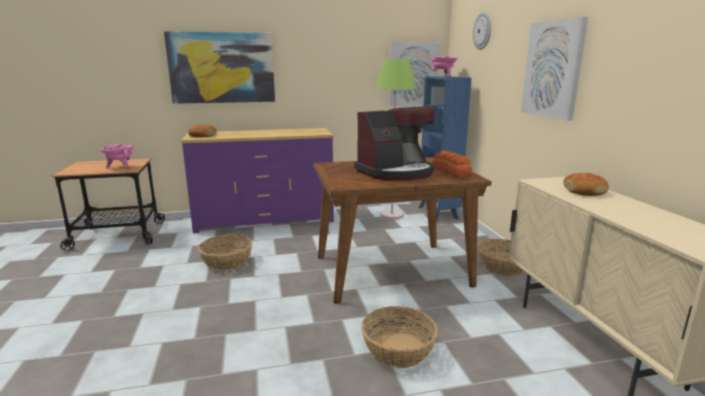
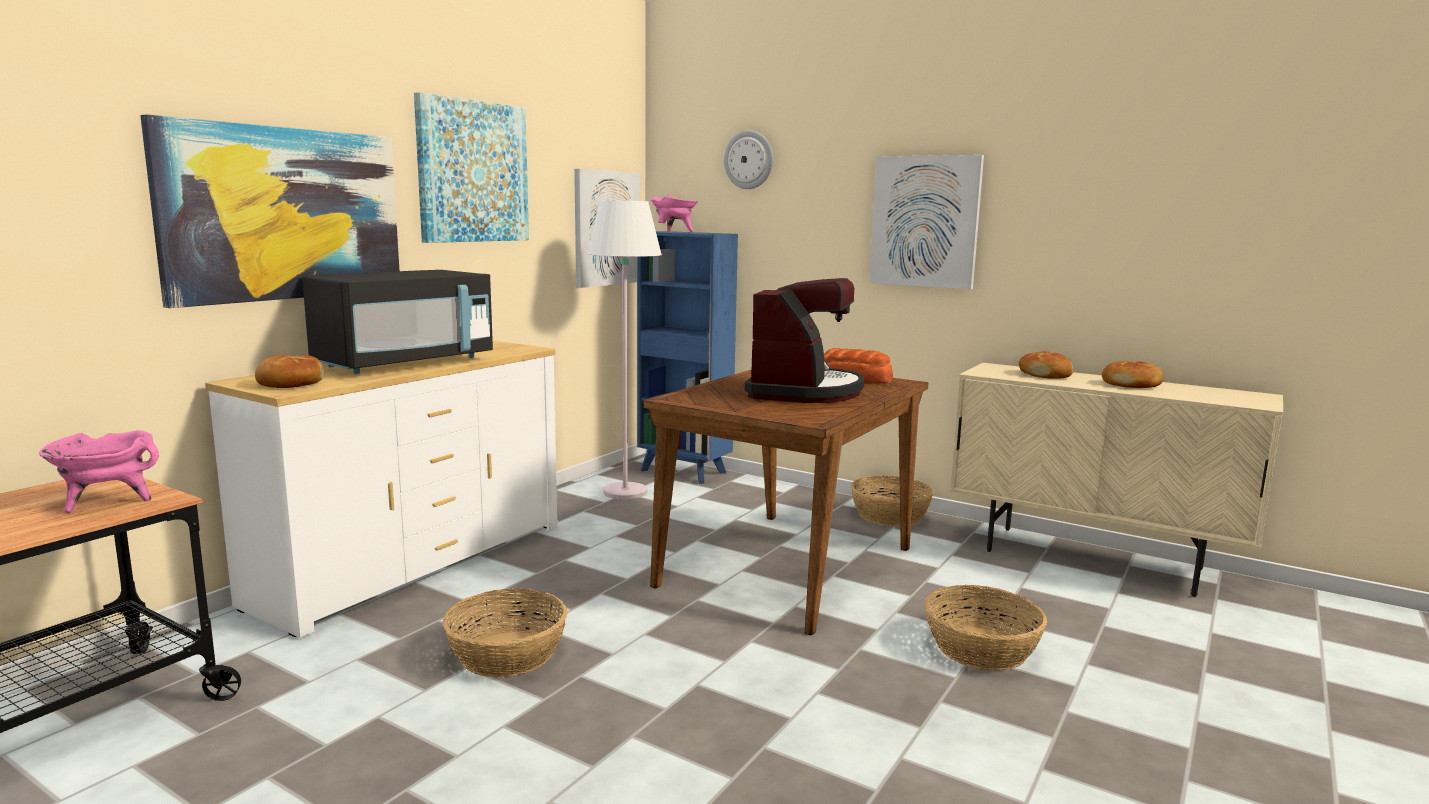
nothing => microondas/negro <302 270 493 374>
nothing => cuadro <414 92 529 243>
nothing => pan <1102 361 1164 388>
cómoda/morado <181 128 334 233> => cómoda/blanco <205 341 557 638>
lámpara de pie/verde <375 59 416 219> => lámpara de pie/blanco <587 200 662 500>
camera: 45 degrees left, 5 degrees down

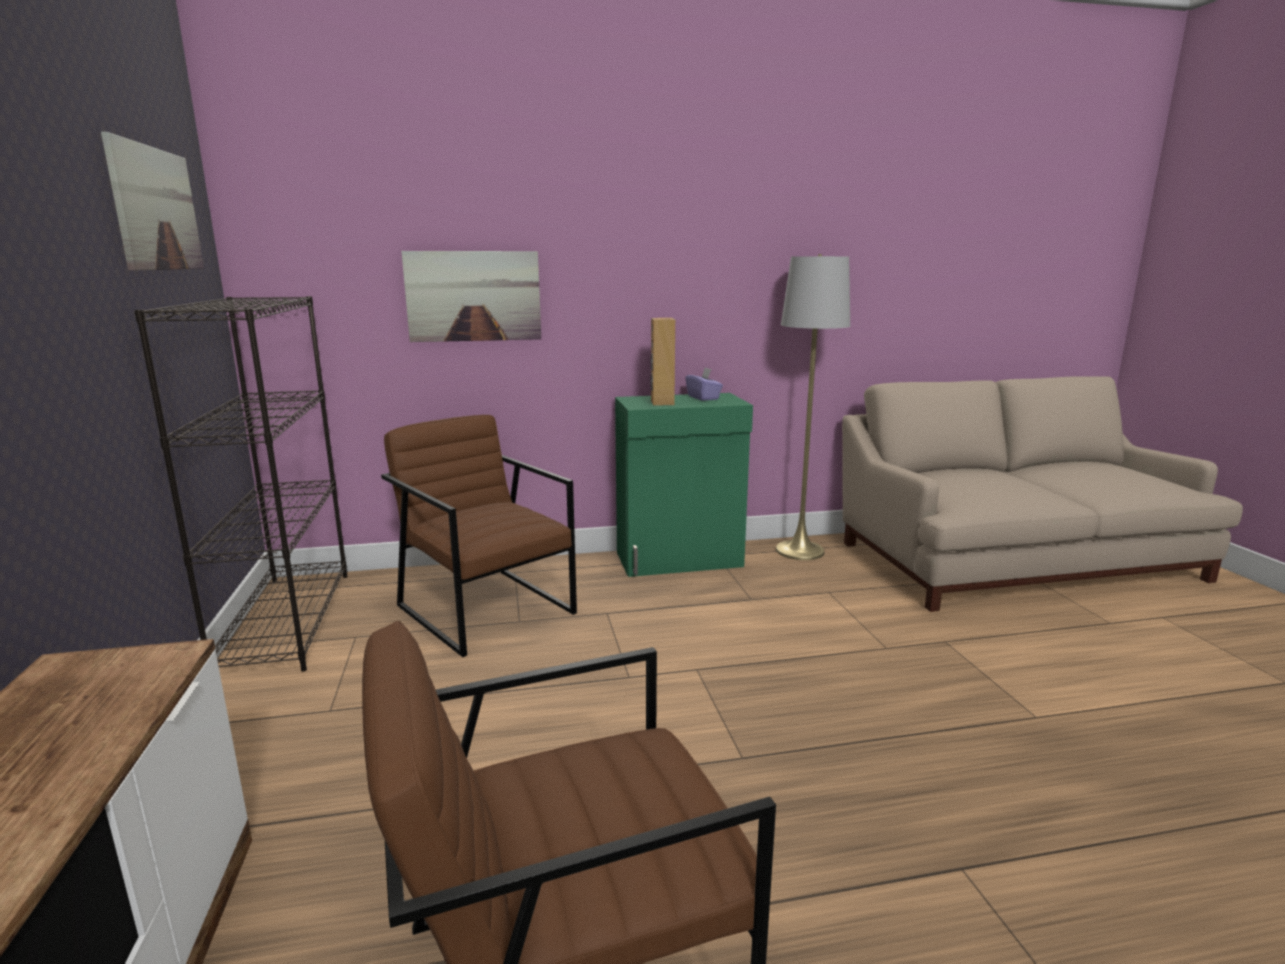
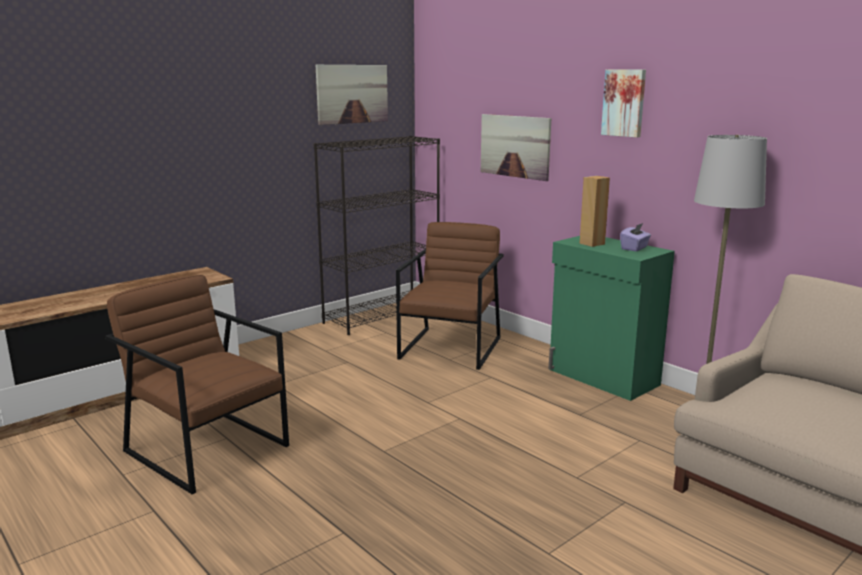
nothing => cuadro <601 70 646 138>
camera: 60 degrees right, 0 degrees up

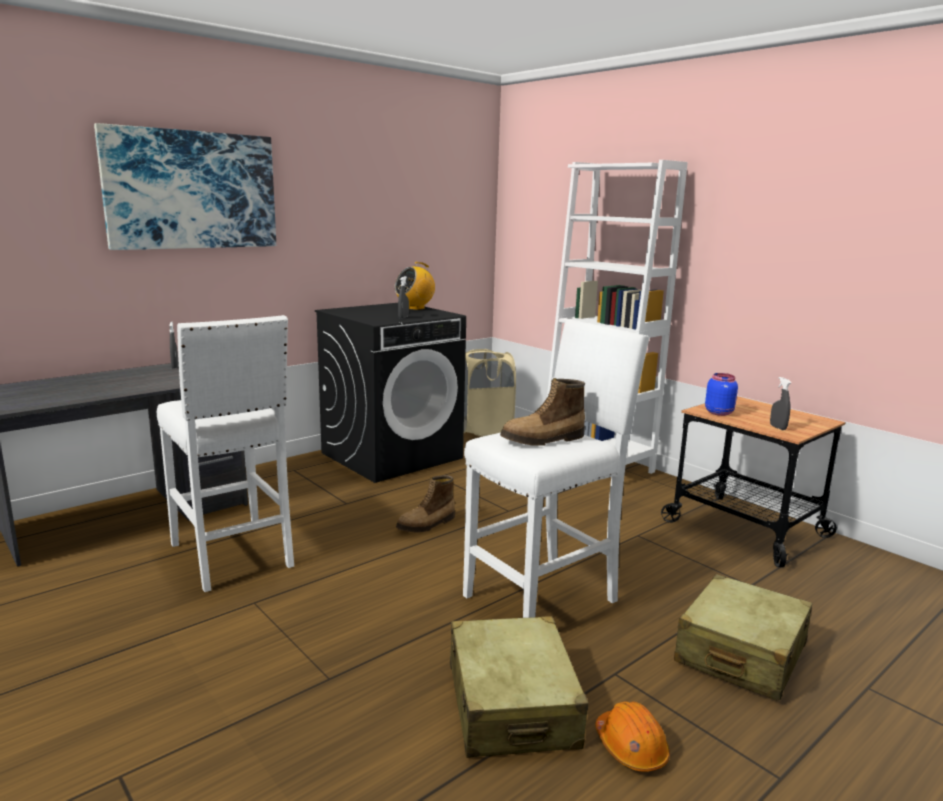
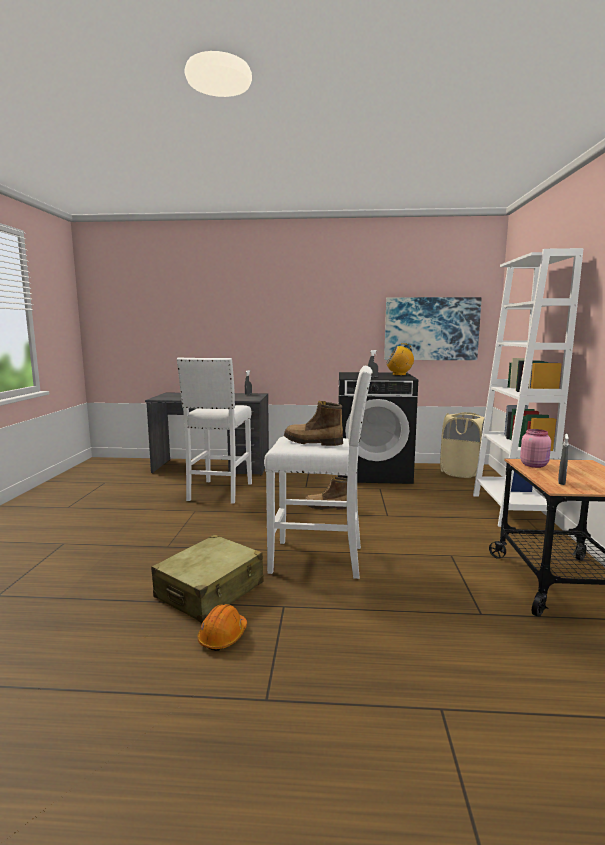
maleta/beis <674 574 812 701> => nothing
cuadro <94 123 276 250> => cuadro <384 297 482 360>, move
tarro/azul <705 373 738 416> => tarro/rosa <520 429 551 468>
camera: 45 degrees right, 5 degrees down

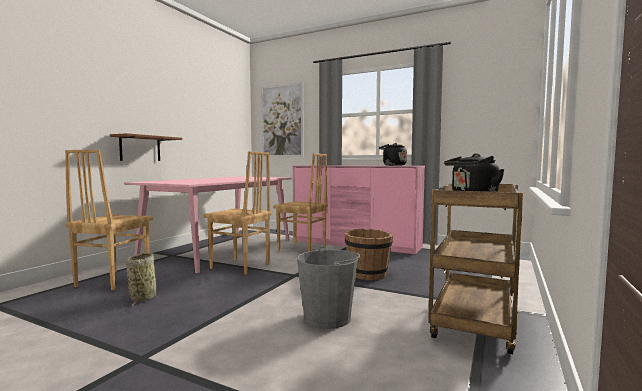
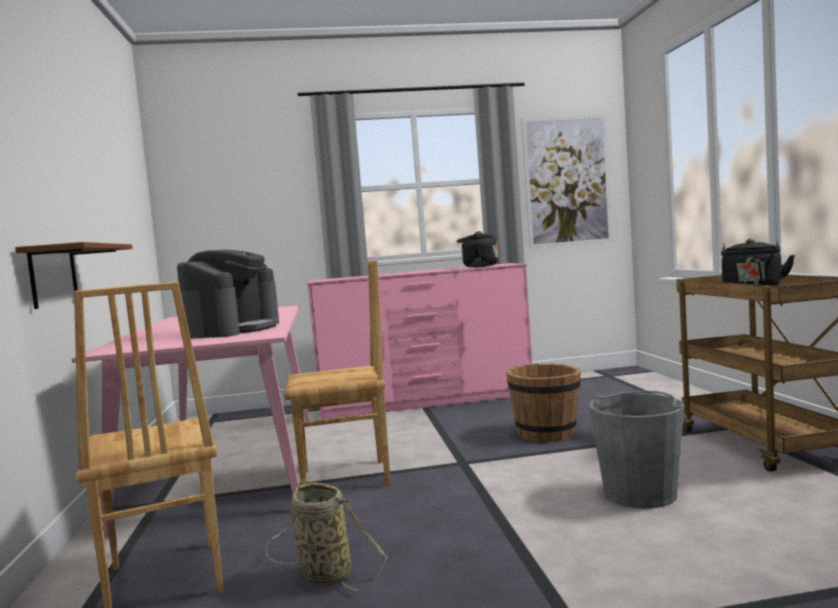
silla/marrón <273 154 328 252> => nothing
nothing => cafetera <177 250 279 338>
cuadro <261 82 304 157> => cuadro <521 114 613 249>, move
camera: 35 degrees left, 0 degrees up

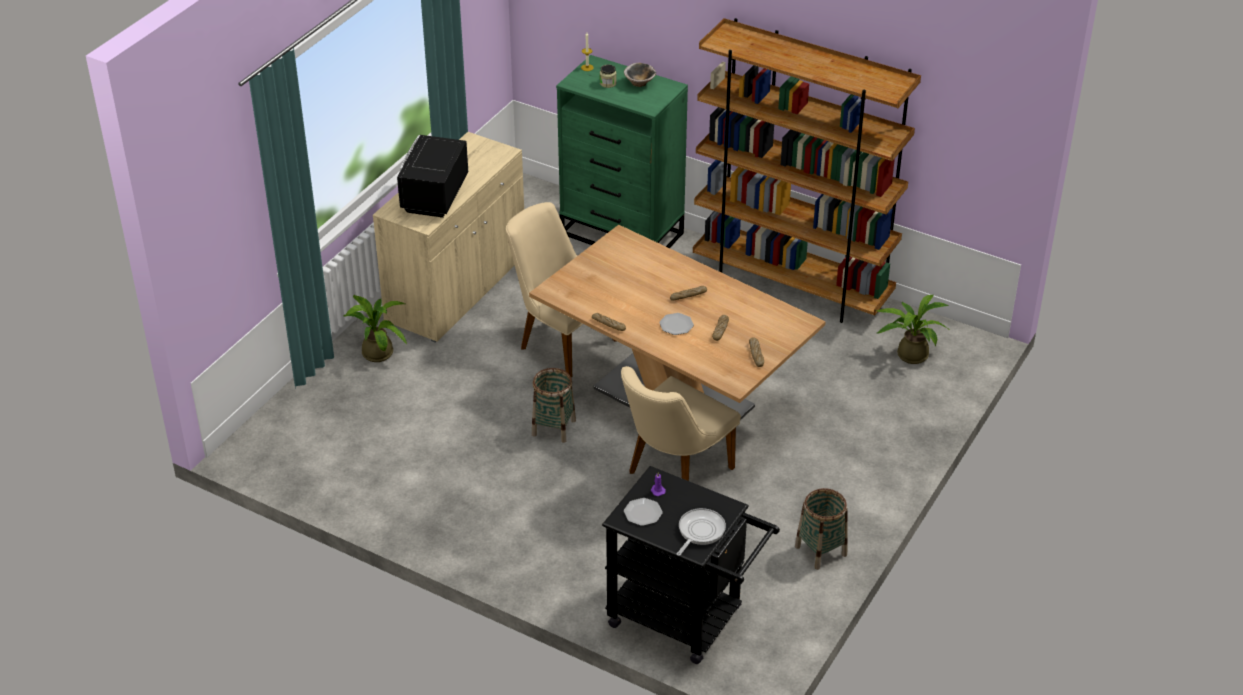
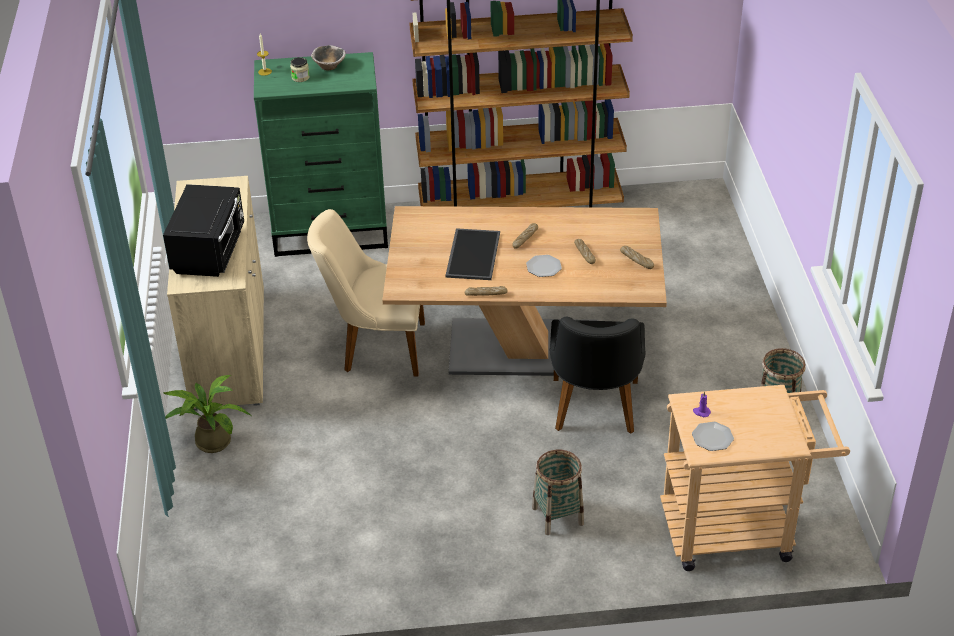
sartén <677 508 726 556> => nothing
planta en maceta <876 295 951 364> => nothing
nothing => bandeja <445 228 500 280>
cesta <532 368 576 443> => cesta <532 450 584 535>, move
carrito/negro <602 466 780 664> => carrito/beis <660 385 850 571>
silla/beis <621 366 741 481> => silla/negro <550 317 646 434>
microondas/negro <397 135 468 218> => microondas/negro <163 184 244 277>, 150 degrees counterclockwise
camera: 35 degrees left, 0 degrees up

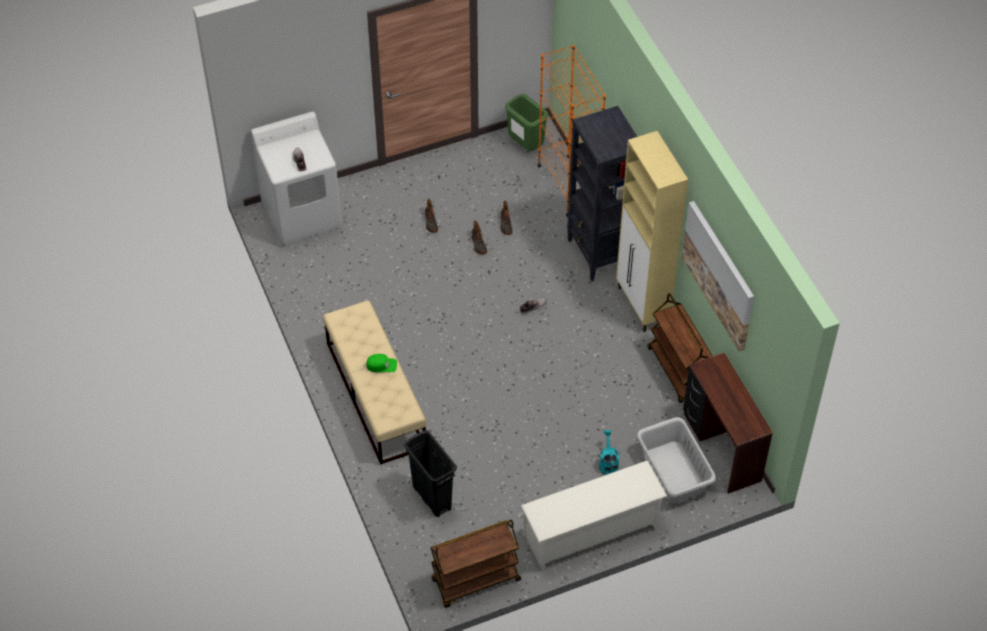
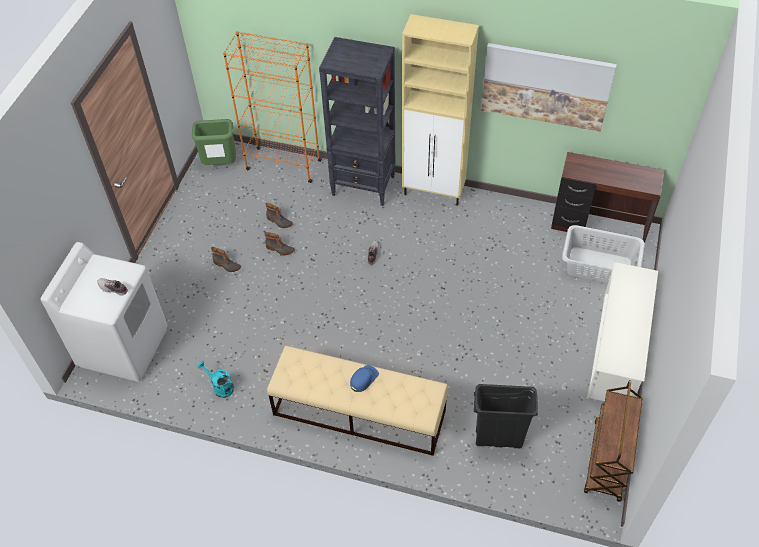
carrito/marrón <647 293 712 403> => nothing
regadera/turquesa <599 430 620 475> => regadera/turquesa <197 361 234 398>, move
gorra/verde <366 354 397 372> => gorra/azul <350 365 379 392>
camera: 50 degrees left, 0 degrees up

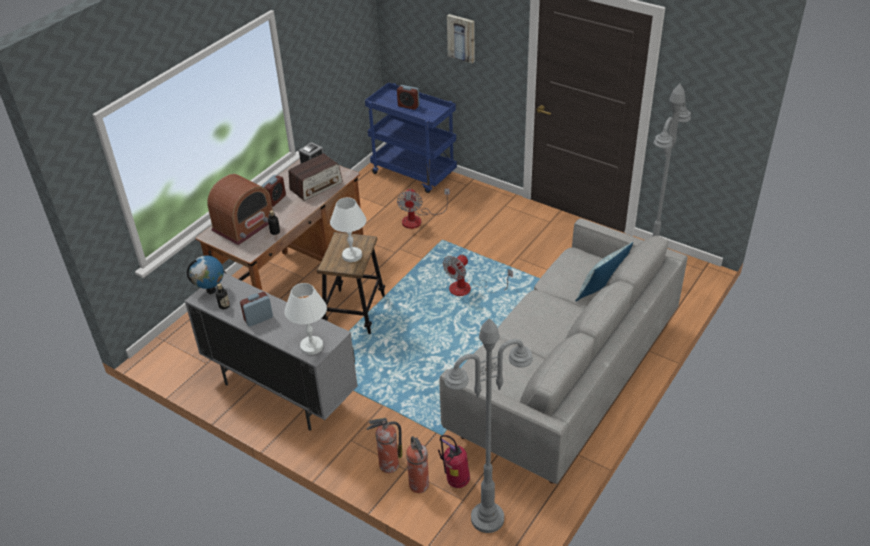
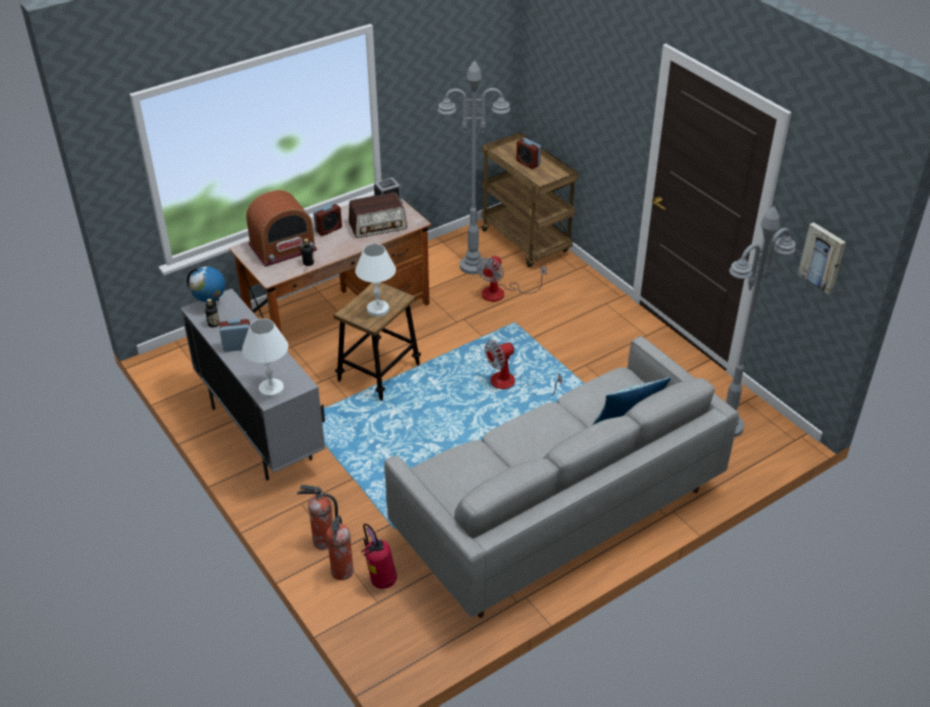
lámpara de pie/gris <444 318 533 533> => lámpara de pie/gris <438 60 510 274>, move
cuadro <447 14 475 64> => cuadro <798 222 846 295>, move
carrito/azul <365 82 457 193> => carrito/marrón <482 132 578 267>
camera: 20 degrees right, 0 degrees up

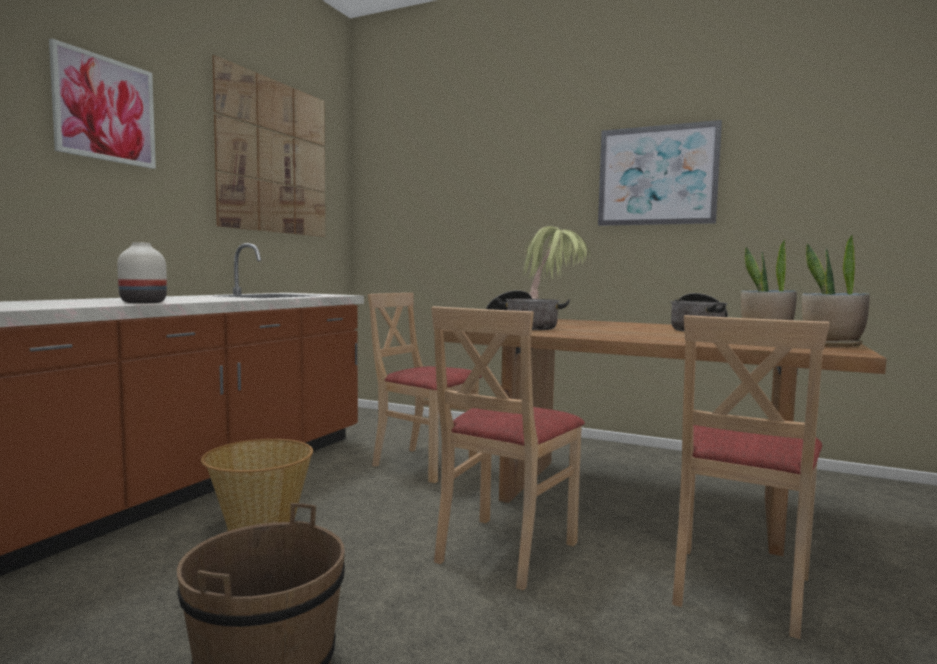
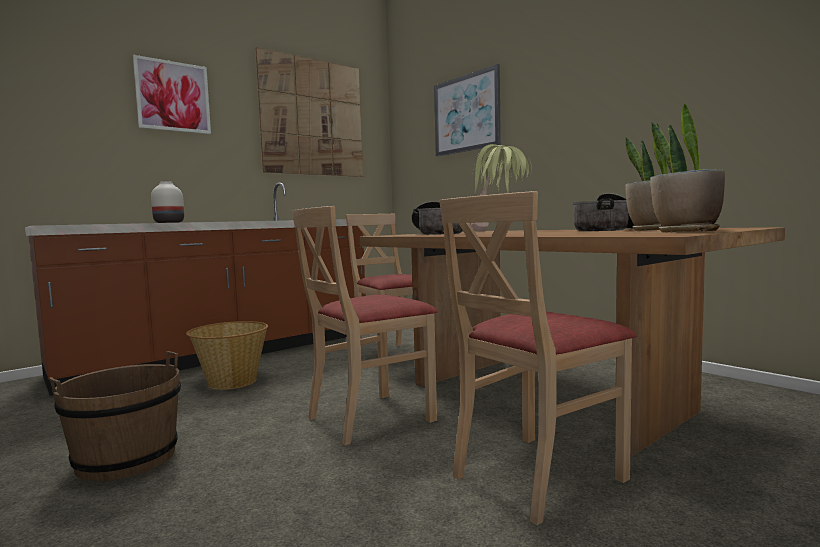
cuadro <598 120 722 226> => cuadro <434 64 501 156>, move
camera: 25 degrees right, 0 degrees up

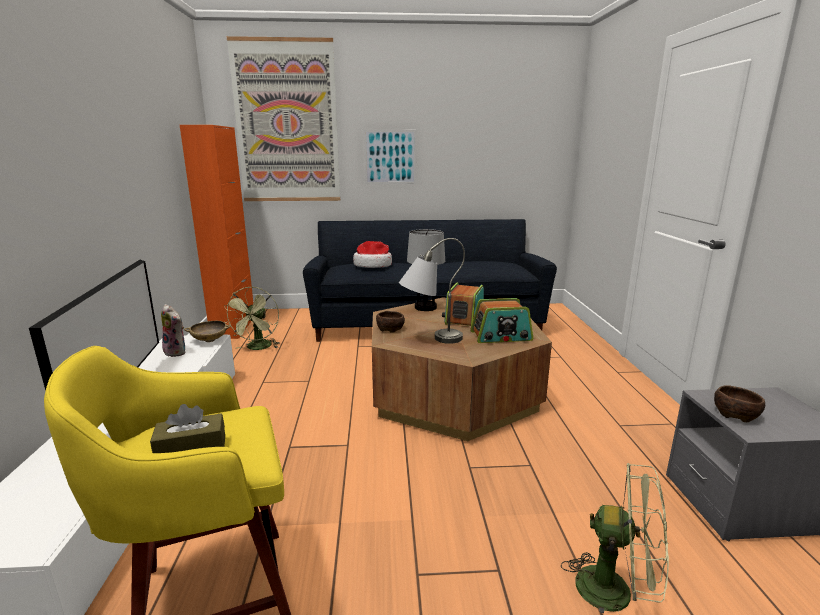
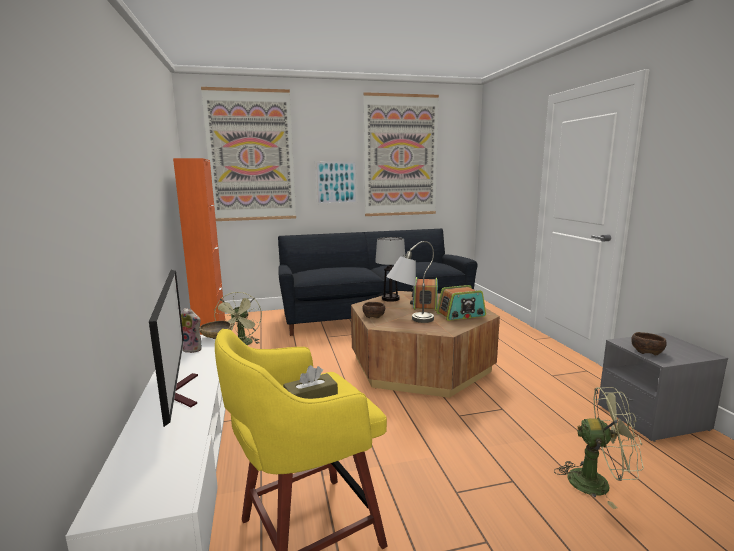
sombrero <353 241 392 268> => nothing
nothing => cuadro <363 92 439 216>
camera: 10 degrees left, 5 degrees down

